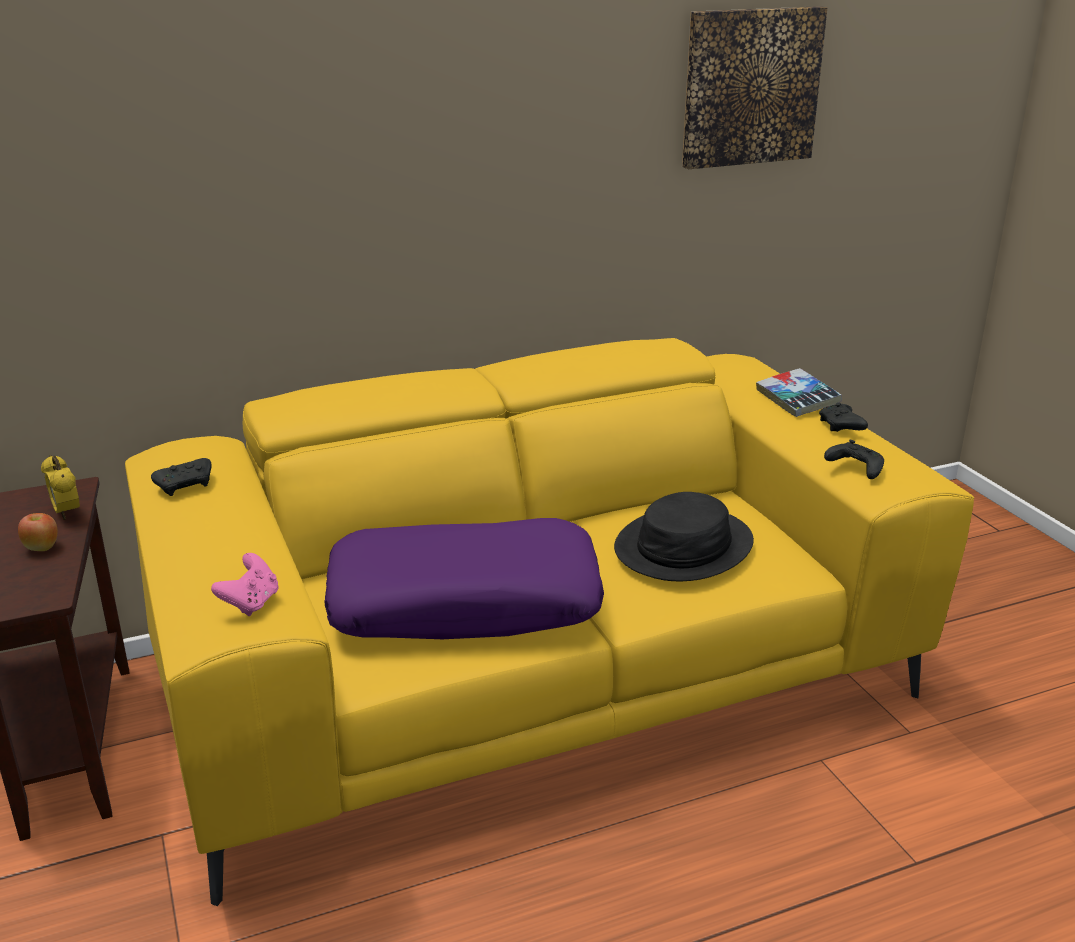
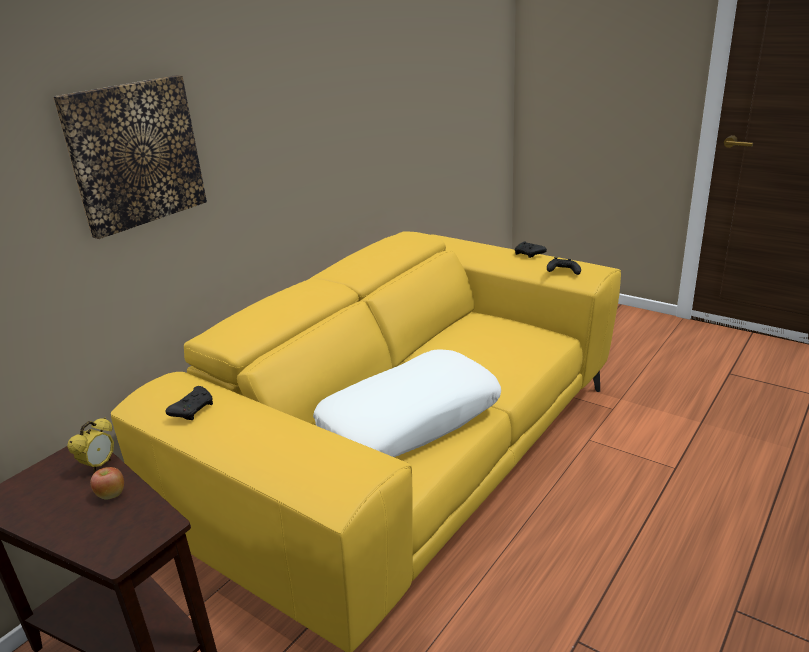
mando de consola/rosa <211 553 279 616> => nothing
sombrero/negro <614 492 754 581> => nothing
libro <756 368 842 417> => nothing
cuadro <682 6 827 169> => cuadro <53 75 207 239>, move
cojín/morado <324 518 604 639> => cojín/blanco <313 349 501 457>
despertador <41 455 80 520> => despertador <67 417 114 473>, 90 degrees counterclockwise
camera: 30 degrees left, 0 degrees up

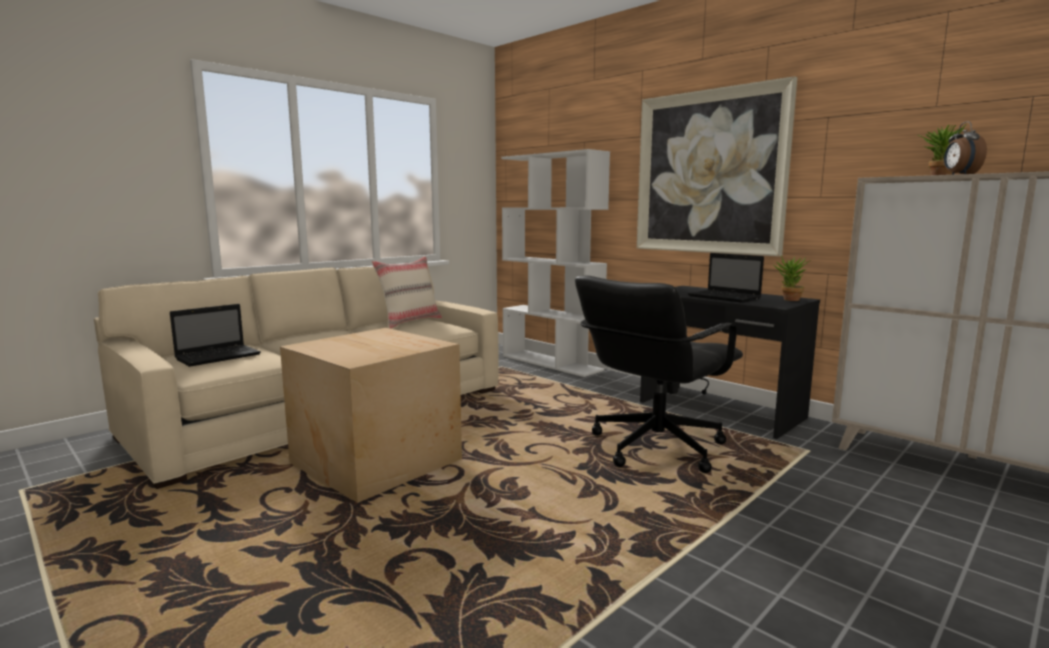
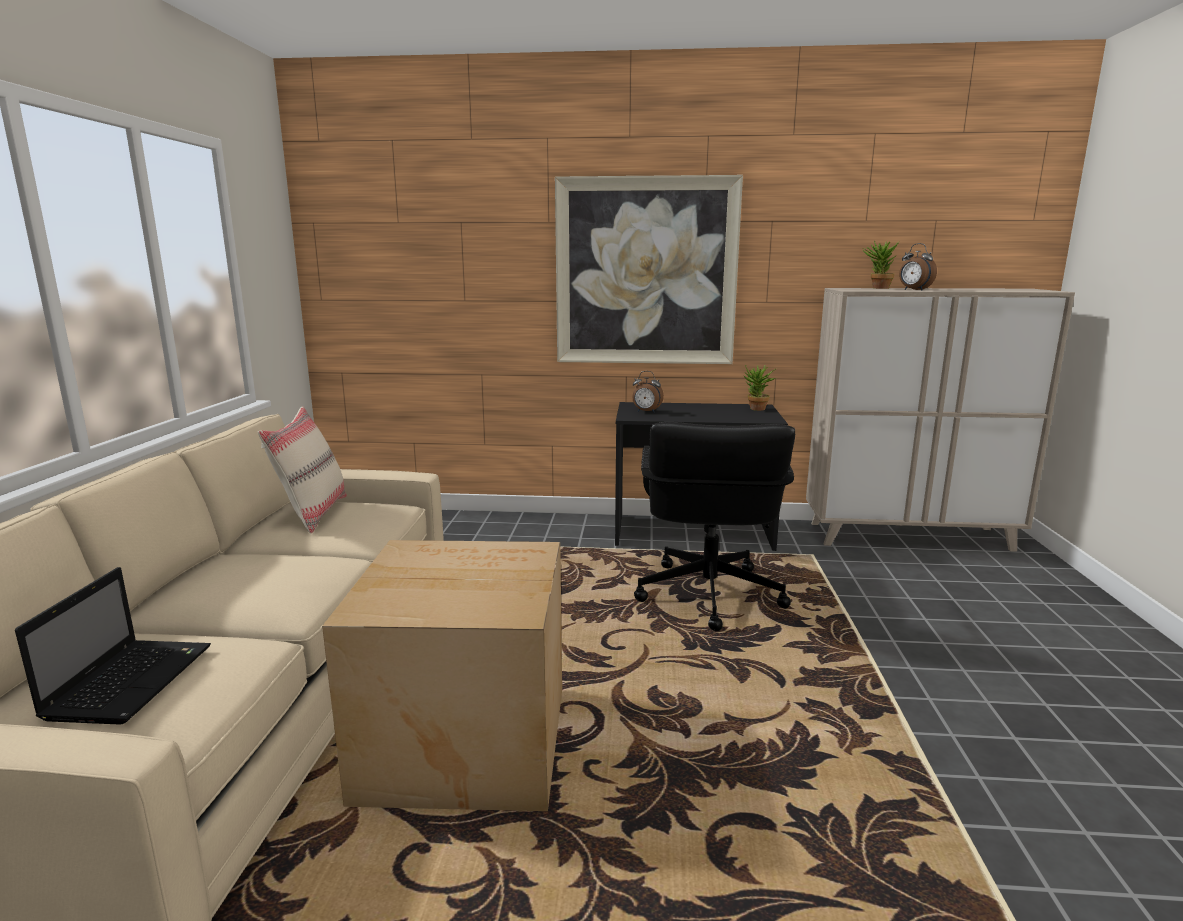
estantería/blanco <502 149 610 377> => nothing
portátil <688 253 764 303> => nothing
nothing => despertador <633 371 664 413>
camera: 40 degrees left, 5 degrees up

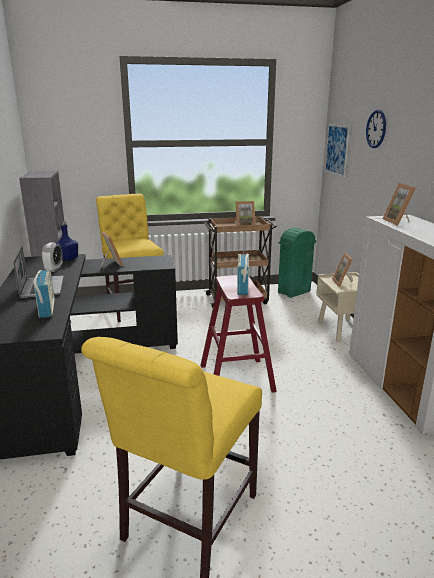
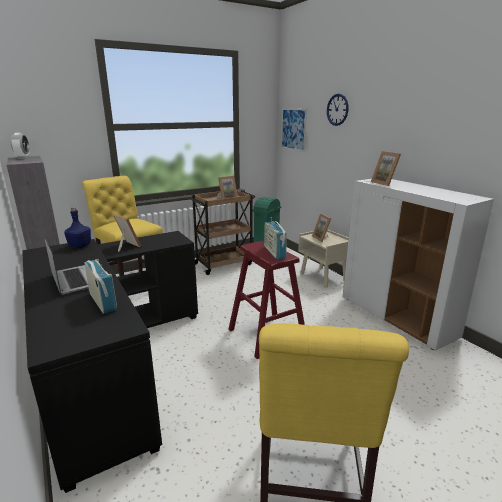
despertador <42 242 63 272> => despertador <10 133 29 159>, move
camera: 20 degrees left, 0 degrees up

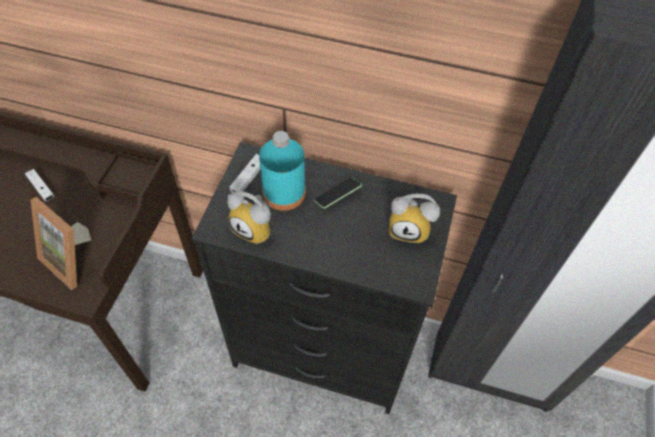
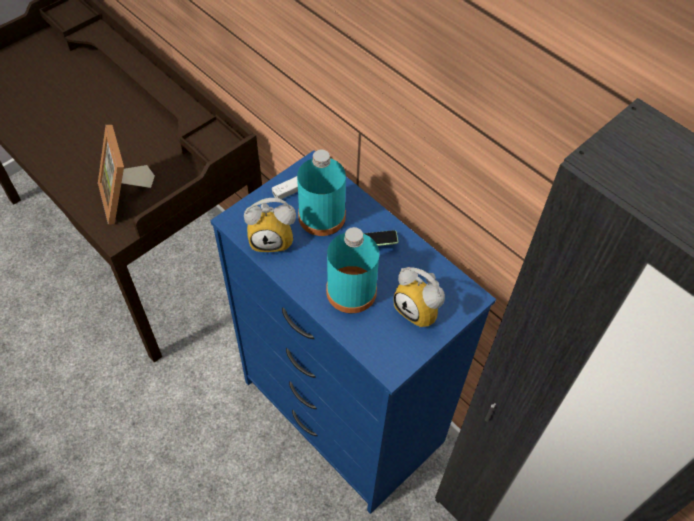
mando de consola/blanco <25 169 54 201> => nothing
nothing => botella/turquesa <326 227 379 313>
cómoda/negro <191 142 457 414> => cómoda/azul <211 150 496 514>
despertador <227 191 271 244> => despertador <244 198 296 252>, 60 degrees counterclockwise
camera: 30 degrees right, 0 degrees up

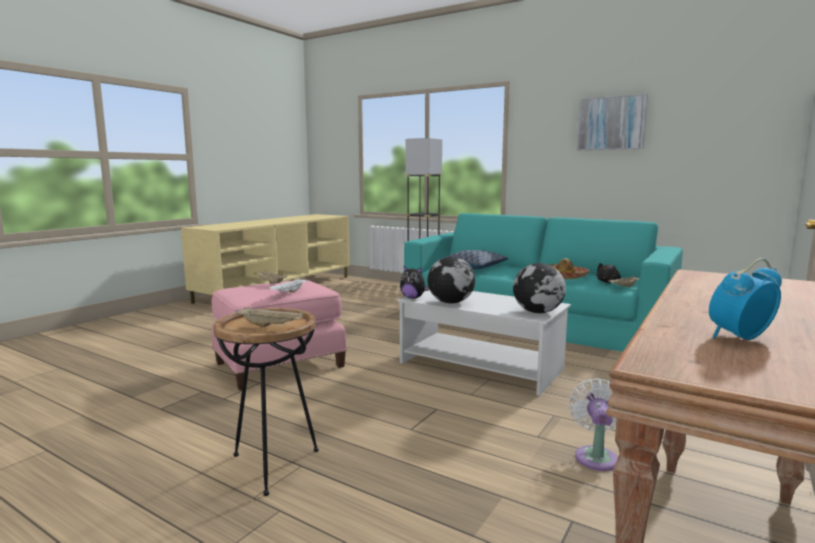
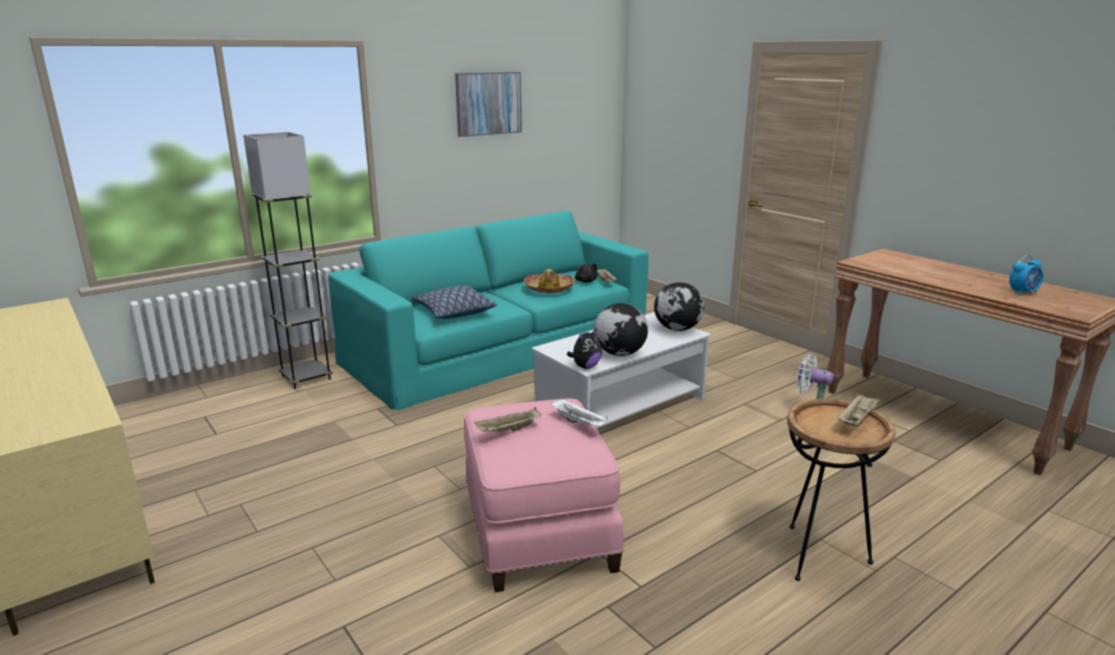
despertador <709 258 782 340> => despertador <1009 255 1043 296>, 105 degrees counterclockwise
camera: 70 degrees left, 10 degrees up

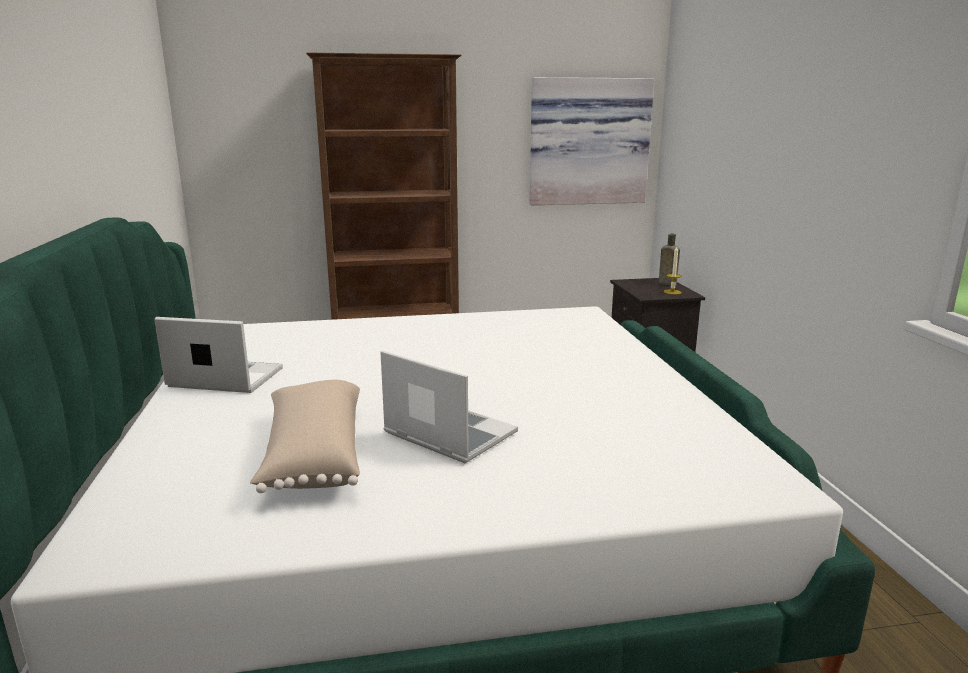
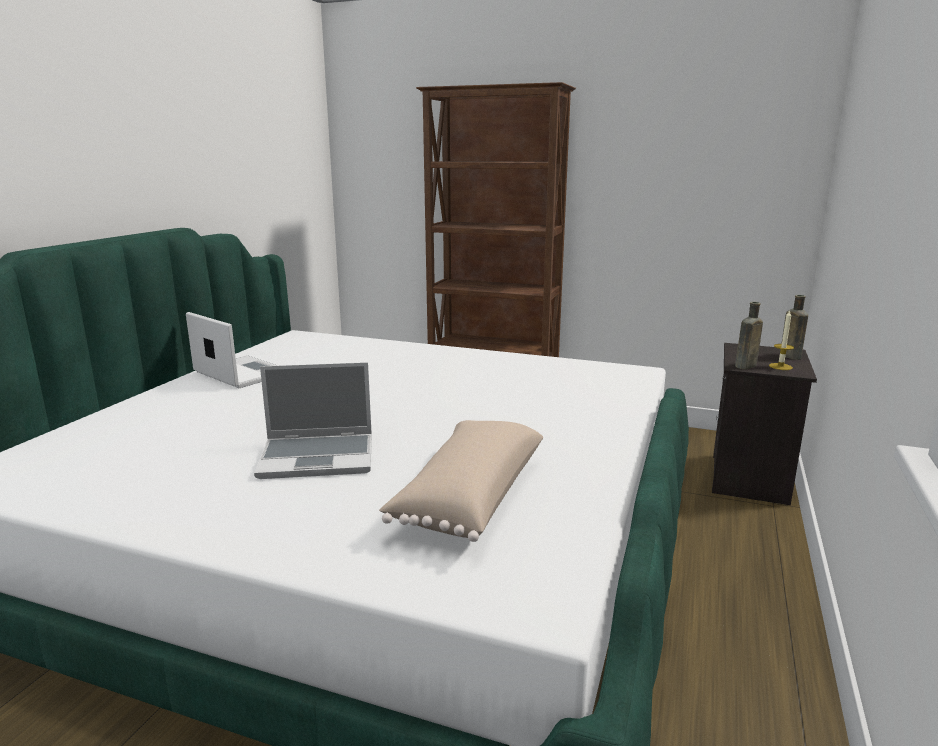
cuadro <530 77 654 205> => nothing
nothing => botella/marrón <735 302 763 369>
cojín/beis <250 380 360 493> => cojín/beis <379 420 543 542>, move
portátil <380 351 518 463> => portátil <254 362 372 479>, 105 degrees clockwise
camera: 30 degrees right, 0 degrees up

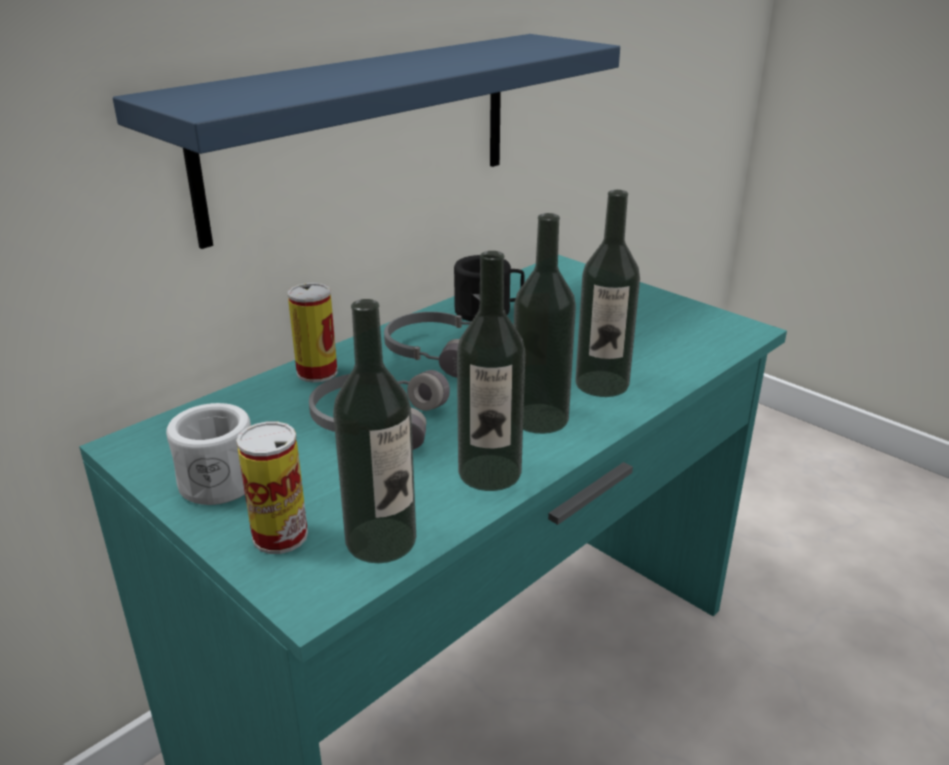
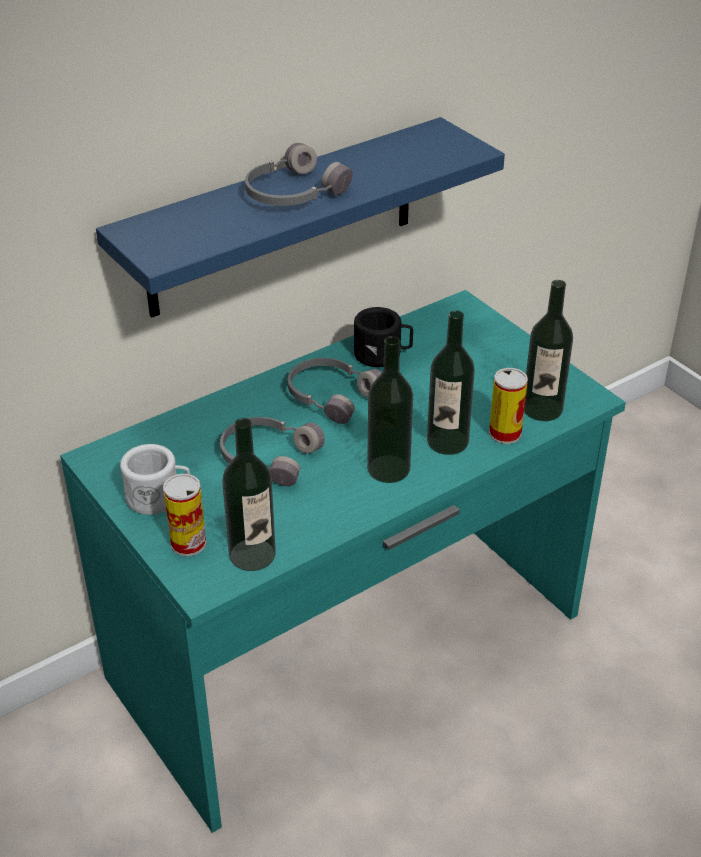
nothing => auriculares/gris <245 143 353 206>
lata <288 283 338 383> => lata <489 368 528 444>, move
botella <457 251 525 491> => botella <524 280 573 421>, move
camera: 10 degrees right, 10 degrees up

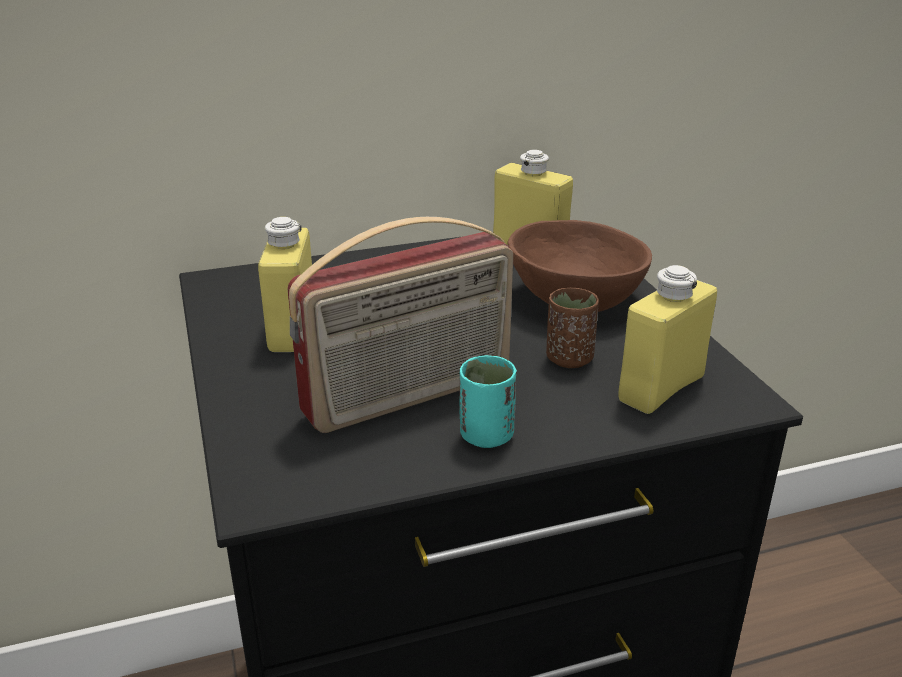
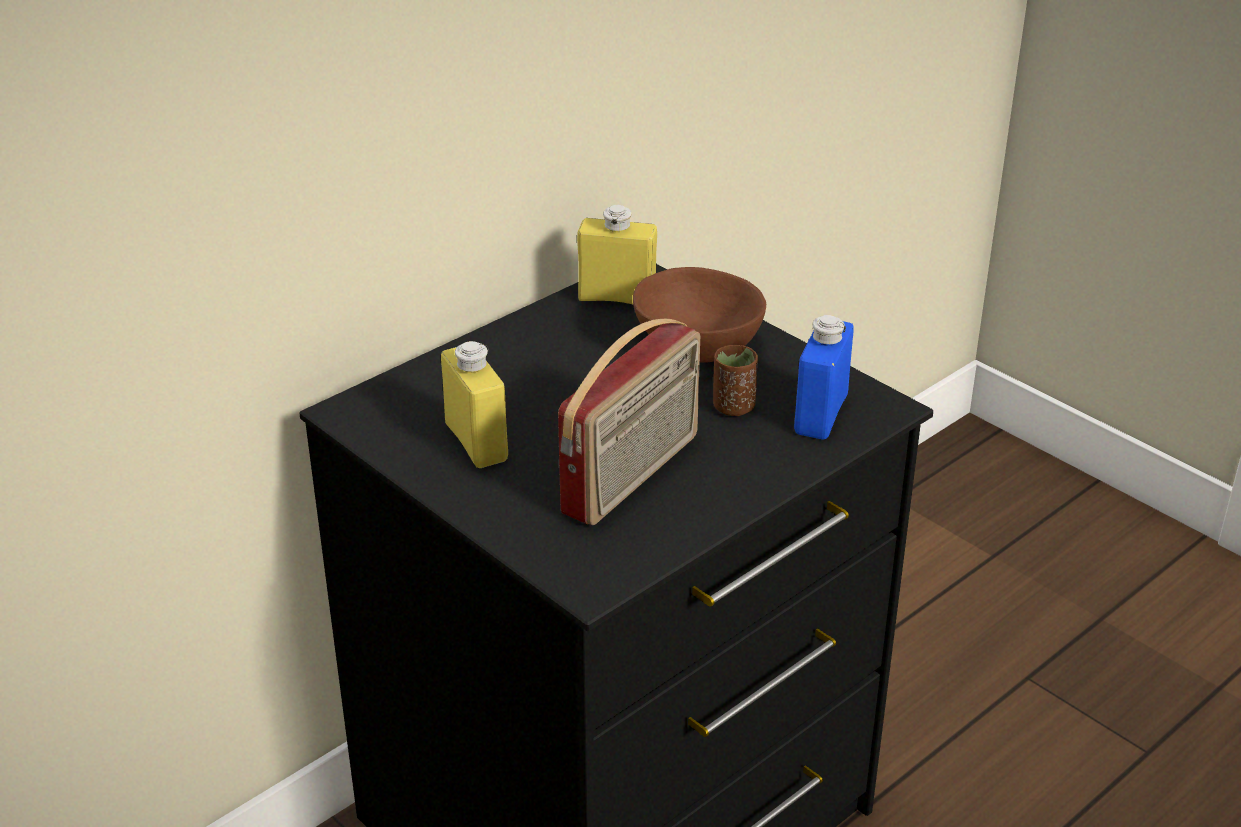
taza/turquesa <459 355 517 448> => nothing
botella/amarillo <618 265 717 414> => botella/azul <794 315 854 439>
camera: 25 degrees left, 5 degrees up

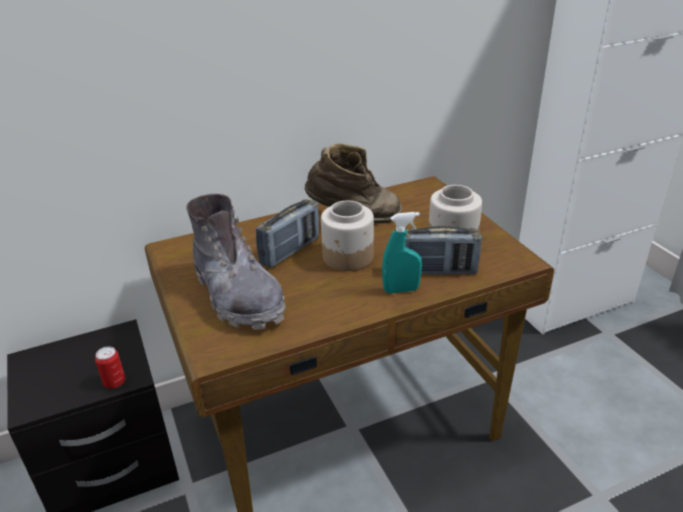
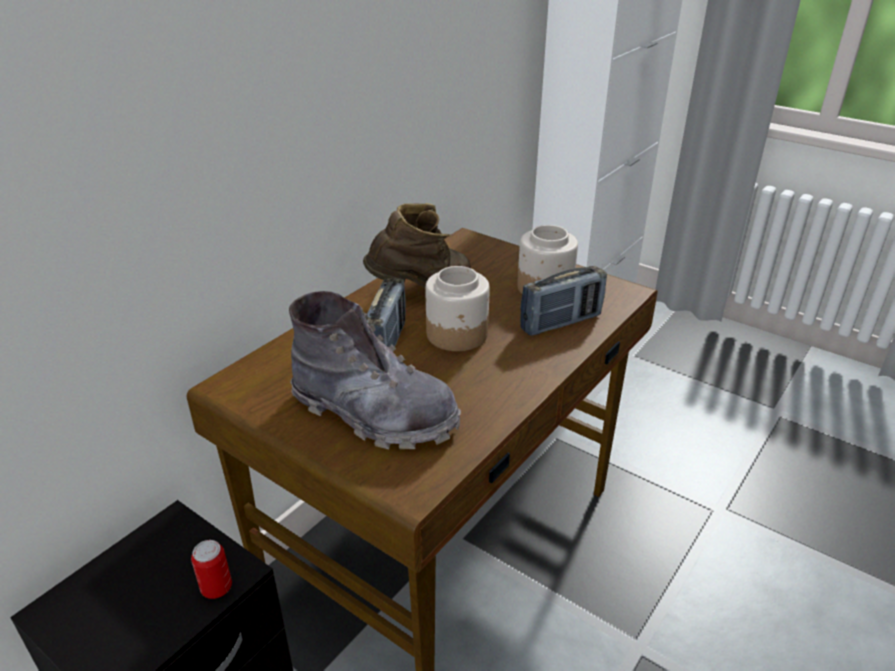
pulverizador/turquesa <382 212 422 293> => nothing
camera: 30 degrees left, 0 degrees up

